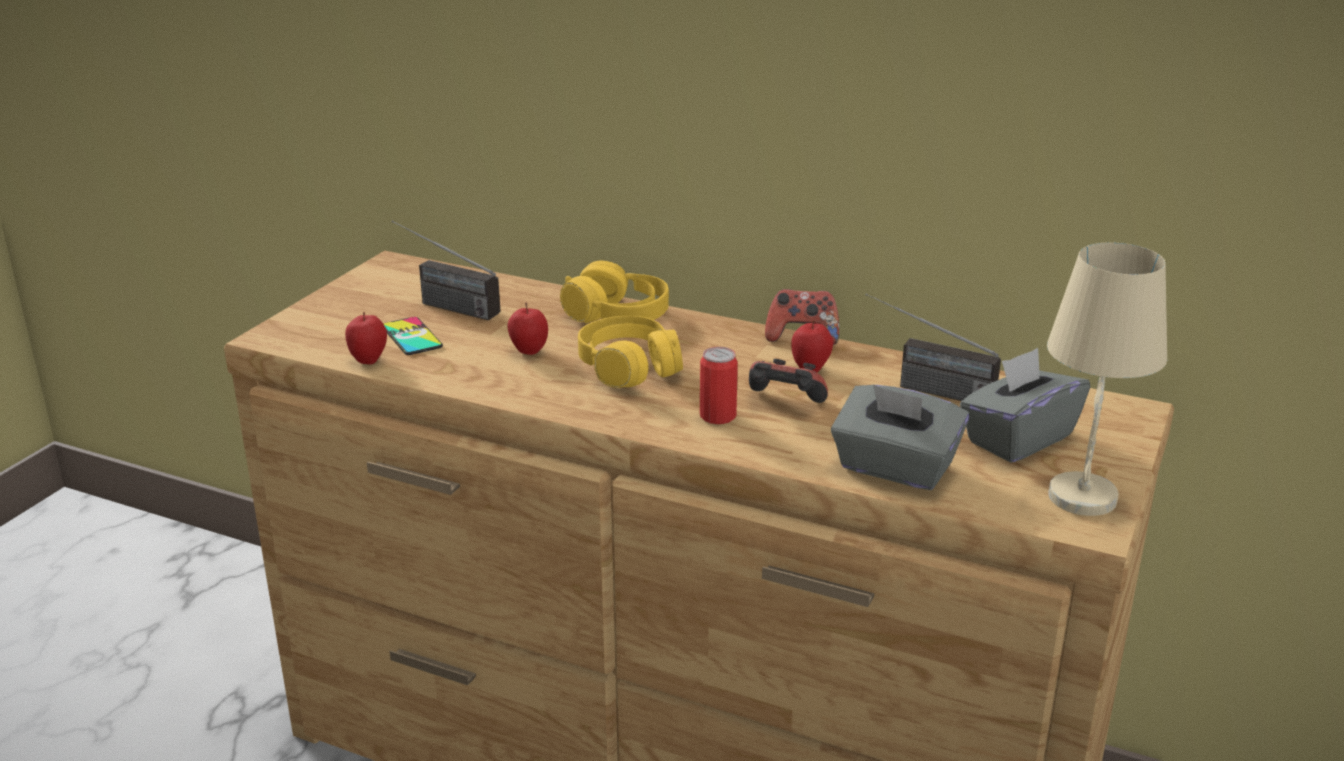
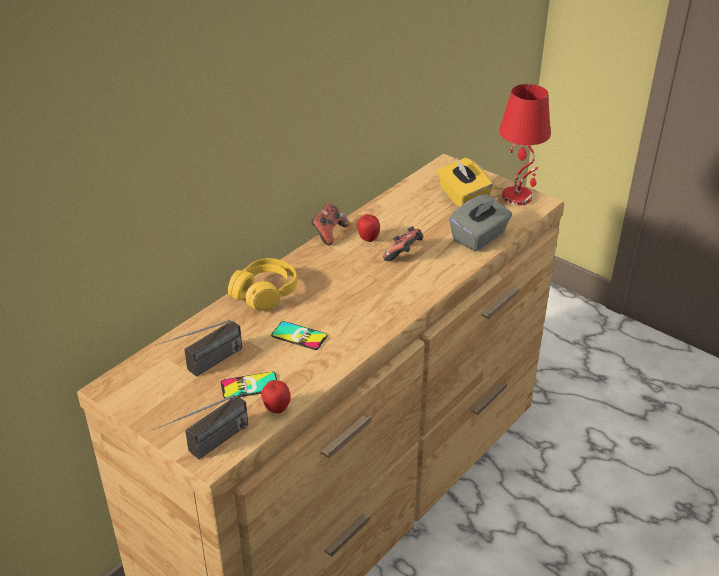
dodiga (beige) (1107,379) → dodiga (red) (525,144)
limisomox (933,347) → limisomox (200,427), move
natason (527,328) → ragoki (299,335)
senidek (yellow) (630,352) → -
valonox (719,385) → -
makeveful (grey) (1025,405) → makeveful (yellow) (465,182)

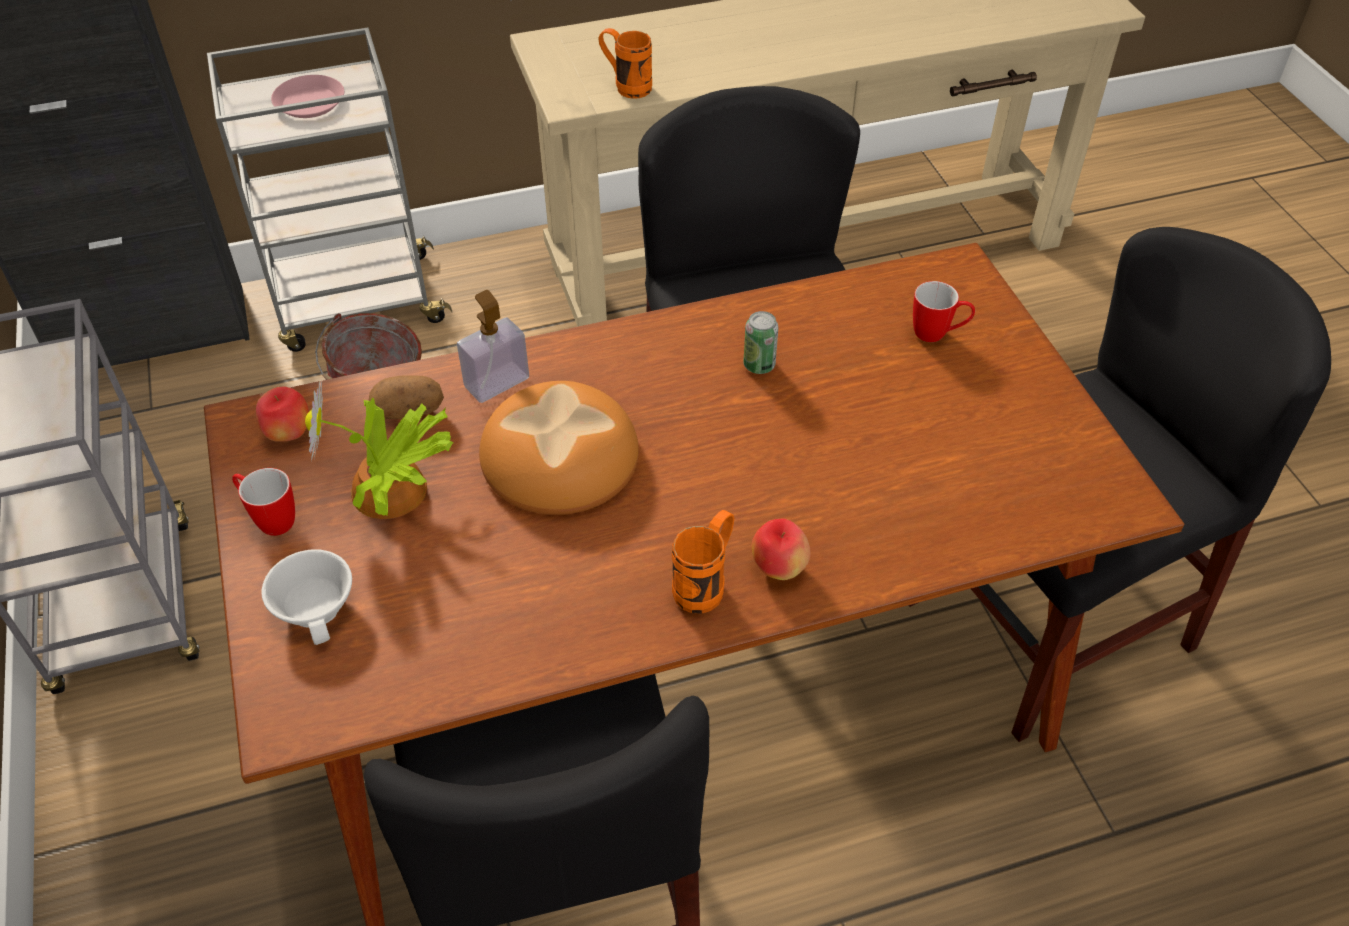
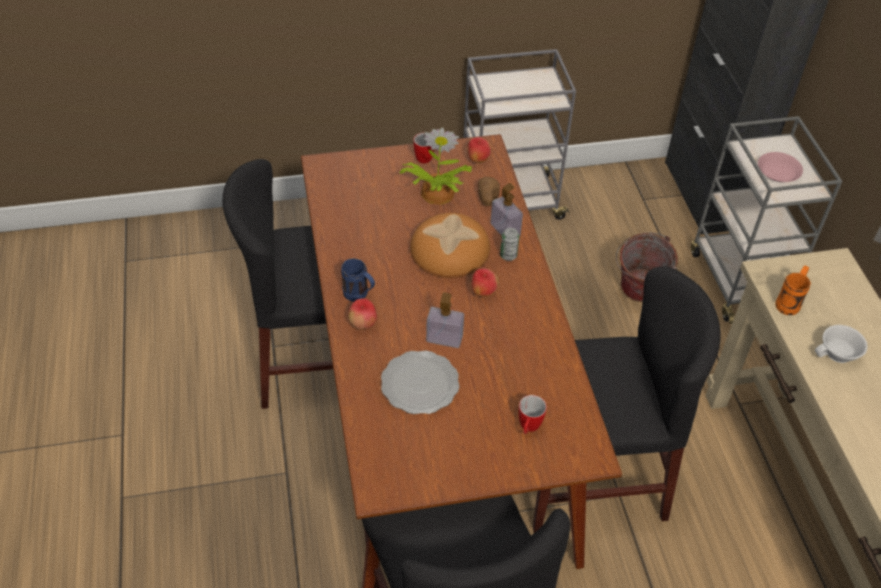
valonox (760,342) → valonox (509,244), move
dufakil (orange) (703,562) → dufakil (blue) (358,280)
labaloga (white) (306,597) → labaloga (white) (841,344), move
- → natason (485,283)
- → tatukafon (445,320)
- → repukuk (420,382)

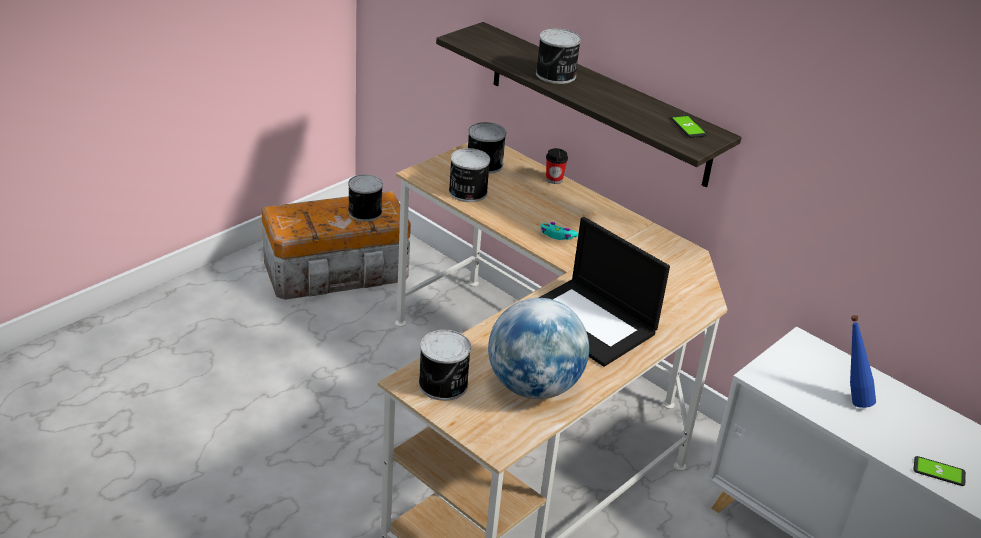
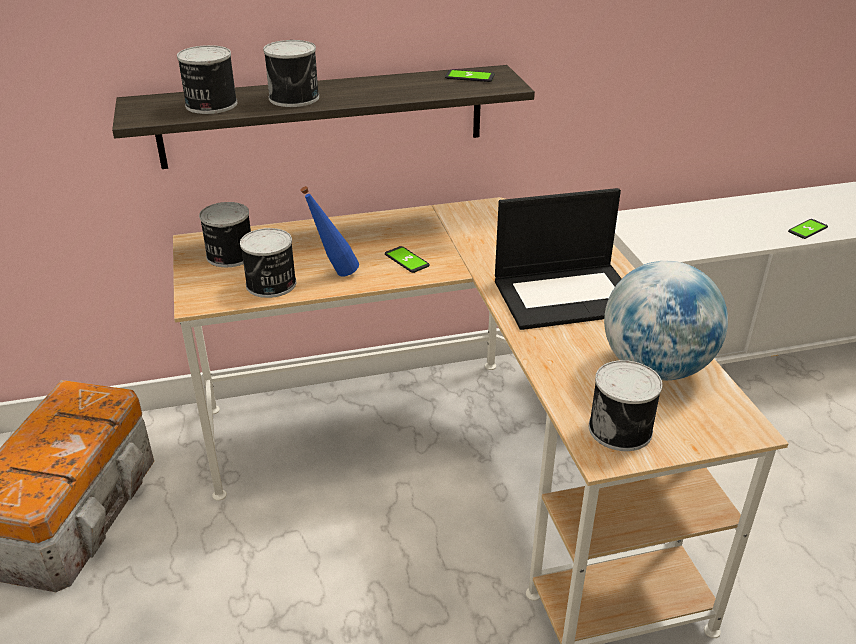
labaloga (557,166) → -
valonox (365,198) → valonox (207,79), move
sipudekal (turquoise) (559,231) → ragoki (407,259)
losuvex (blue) (863,361) → losuvex (blue) (329,231), move

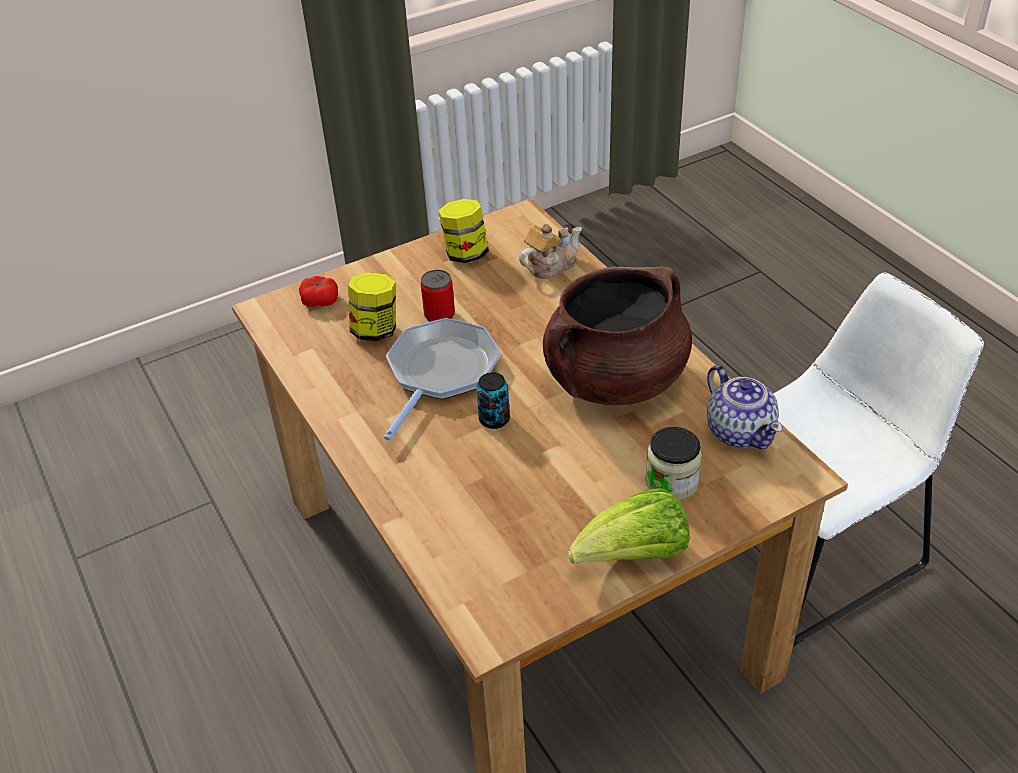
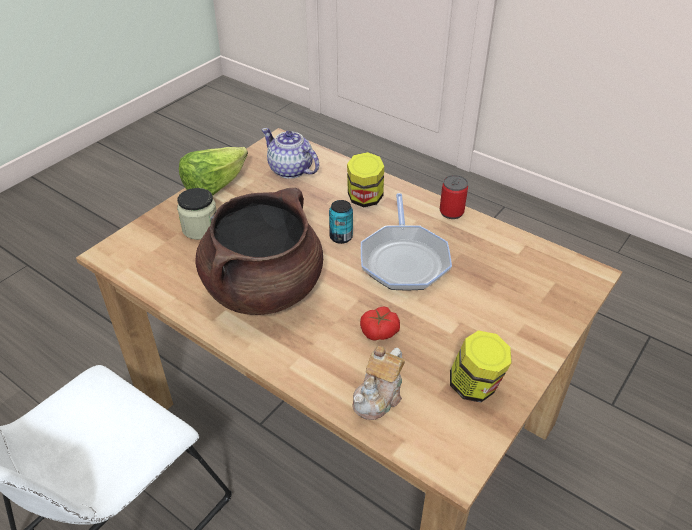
valonox (438,296) → valonox (454,197), move
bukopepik (372,306) → bukopepik (365,179), move
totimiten (318,291) → totimiten (380,324), move
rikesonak (745,407) → rikesonak (290,153), move

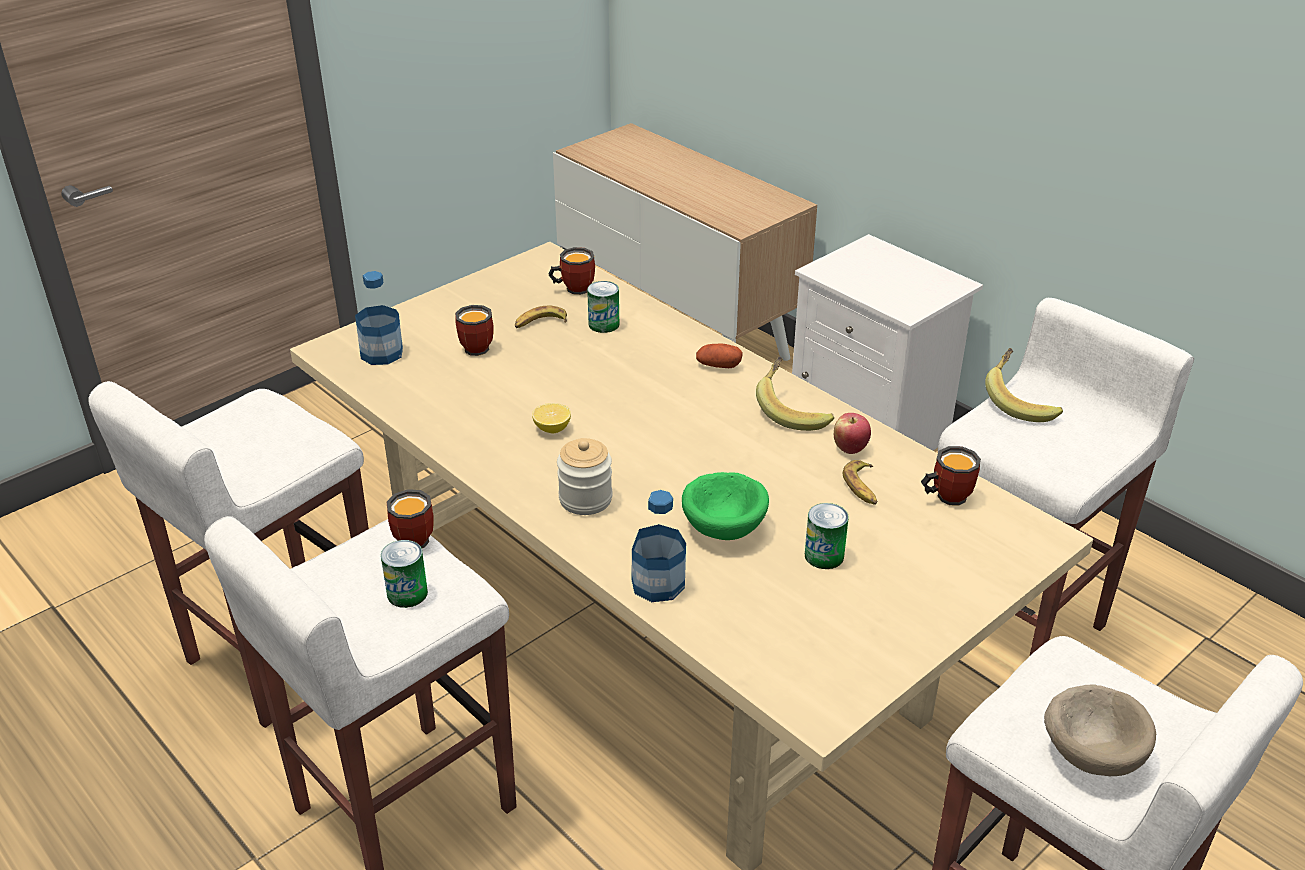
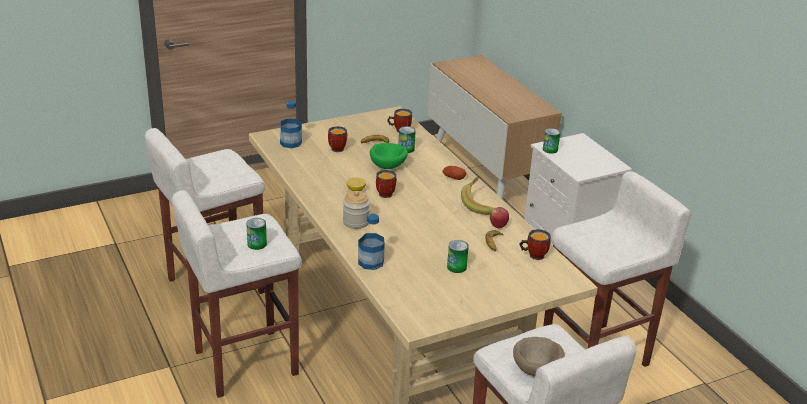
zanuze (1024,385) → -
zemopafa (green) (725,506) → zemopafa (green) (389,156), move
dufakil (410,518) → dufakil (386,184), move
- → valonox (551,141)

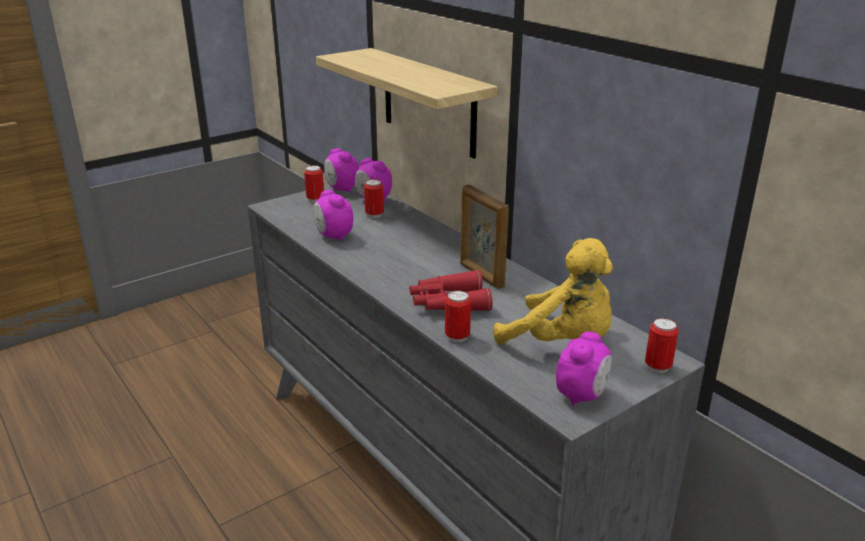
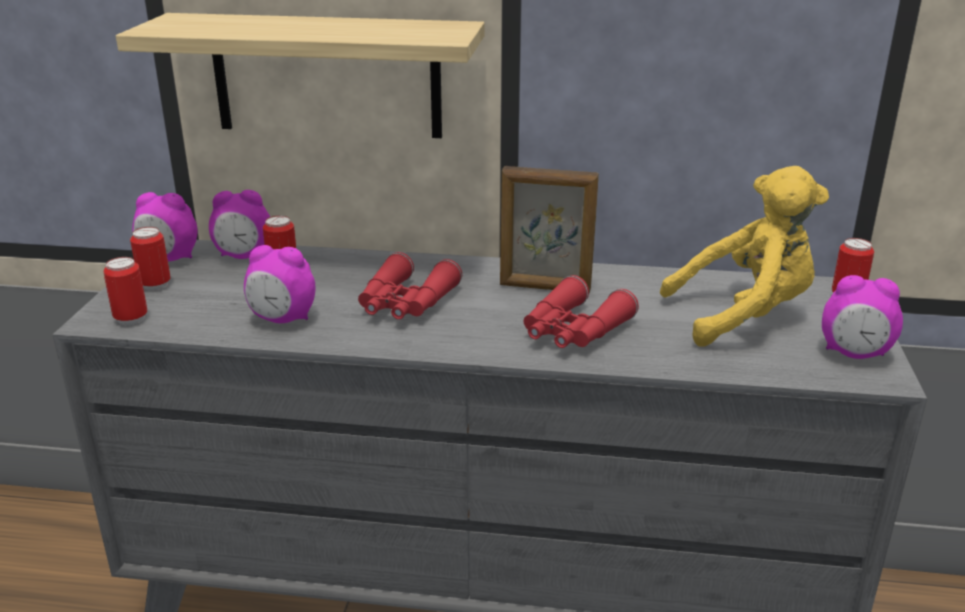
valonox (458,316) → valonox (125,291), move
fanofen (584,368) → fanofen (862,317), 120 degrees clockwise
- → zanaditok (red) (410,285)

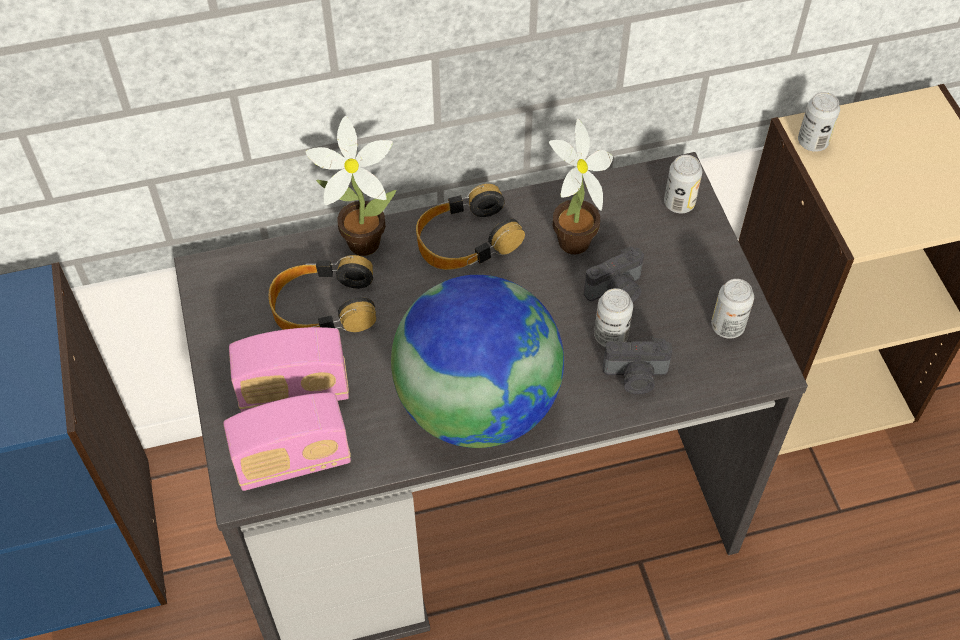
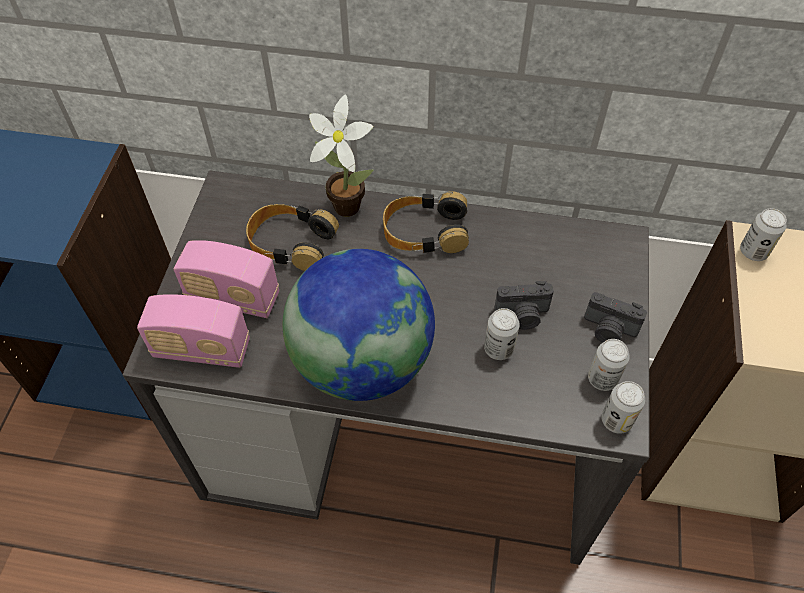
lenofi (581,186) → -
valonox (683,184) → valonox (623,407), move
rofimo (637,366) → rofimo (615,317), move

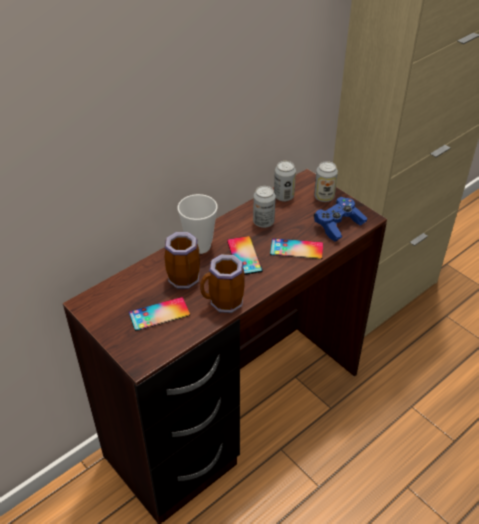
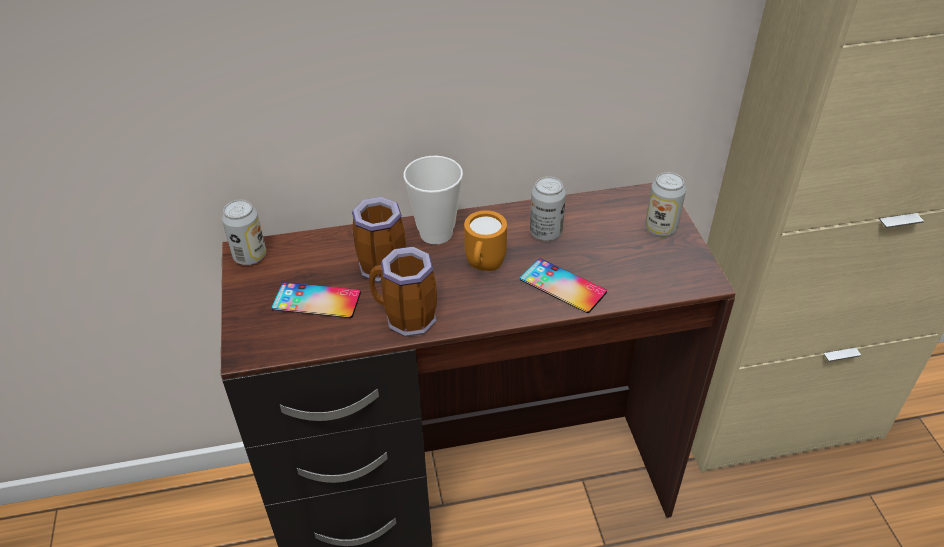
valonox (285,181) → valonox (244,232), move
sipudekal (blue) (340,219) → -
ragoki (245,255) → dufakil (orange) (485,240)

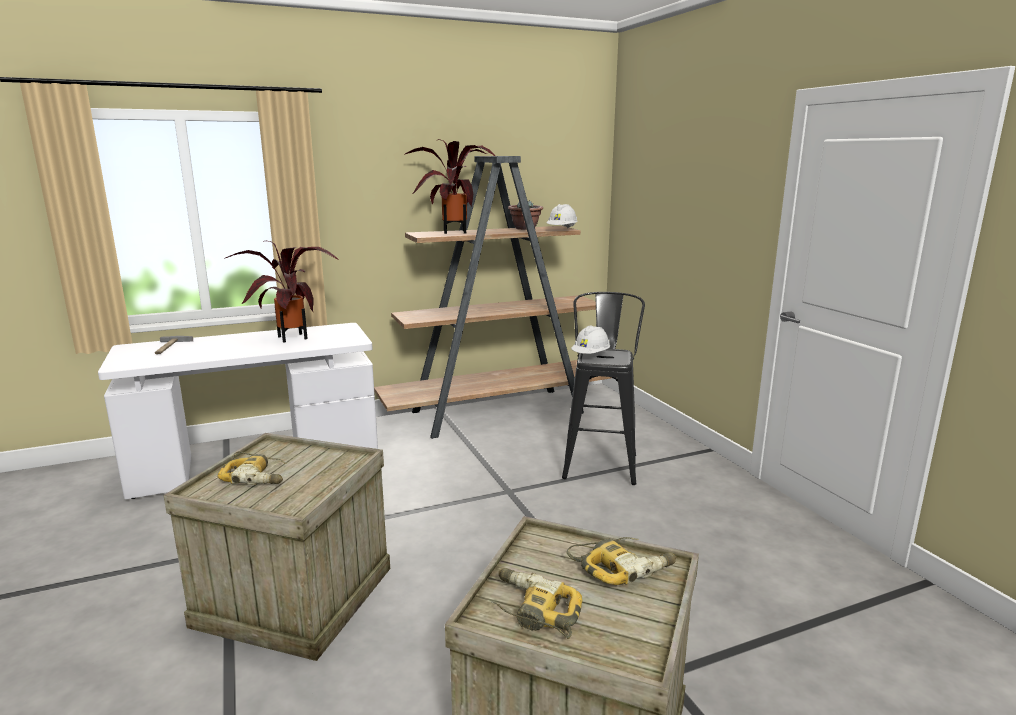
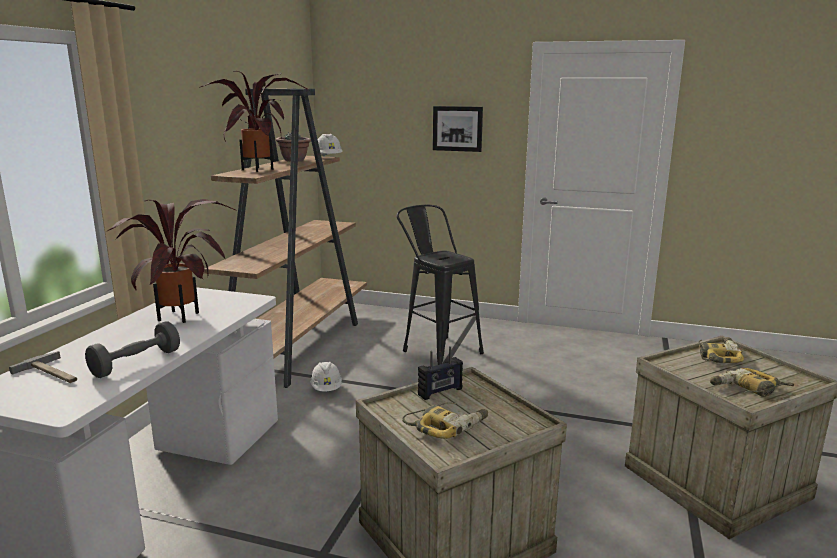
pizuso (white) (590,339) → pizuso (white) (326,376), move
- → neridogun (458,129)
- → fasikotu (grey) (132,349)
- → limisomox (440,373)

